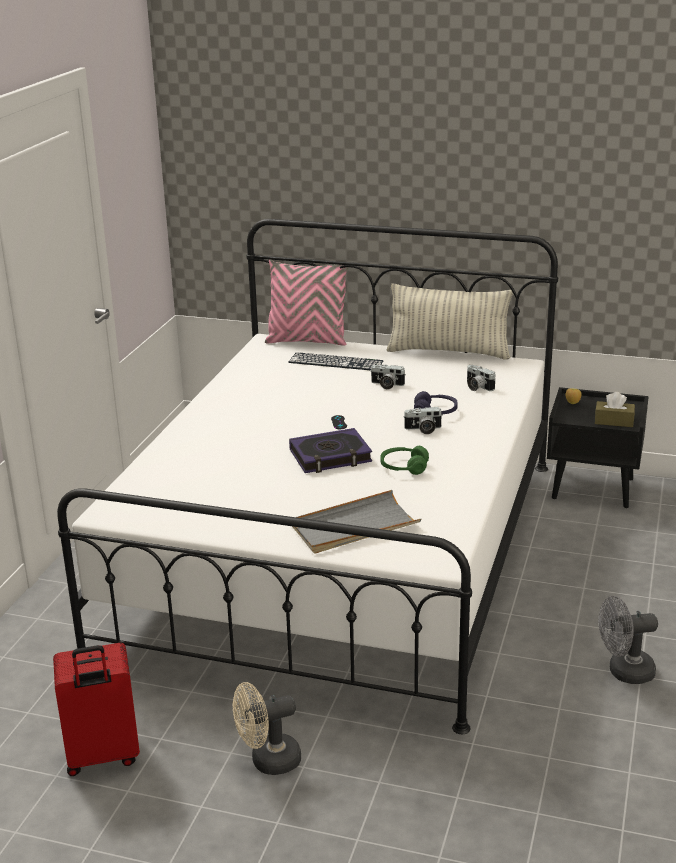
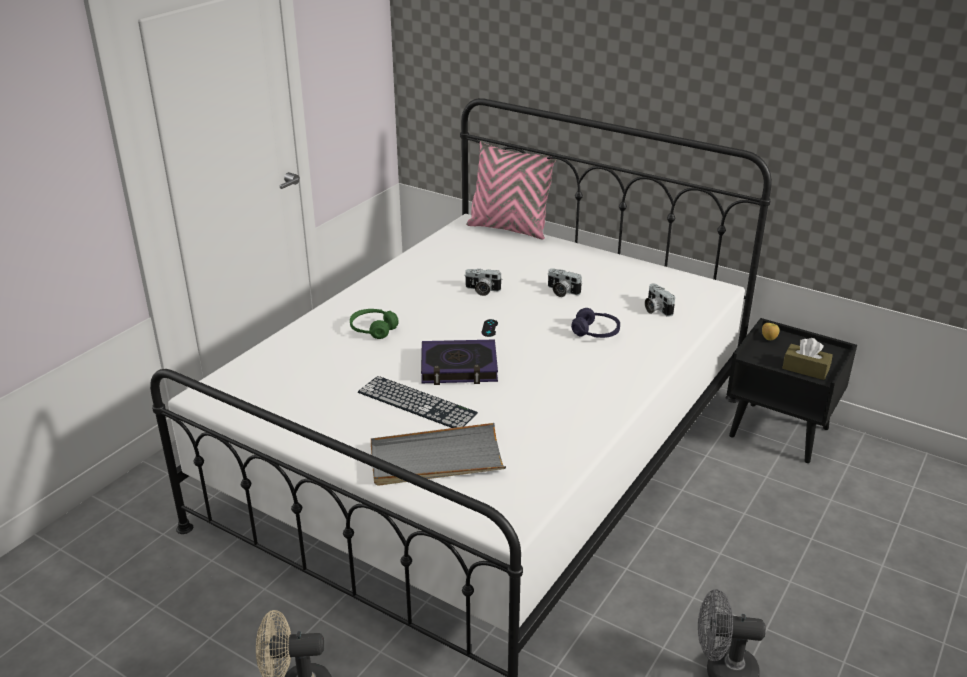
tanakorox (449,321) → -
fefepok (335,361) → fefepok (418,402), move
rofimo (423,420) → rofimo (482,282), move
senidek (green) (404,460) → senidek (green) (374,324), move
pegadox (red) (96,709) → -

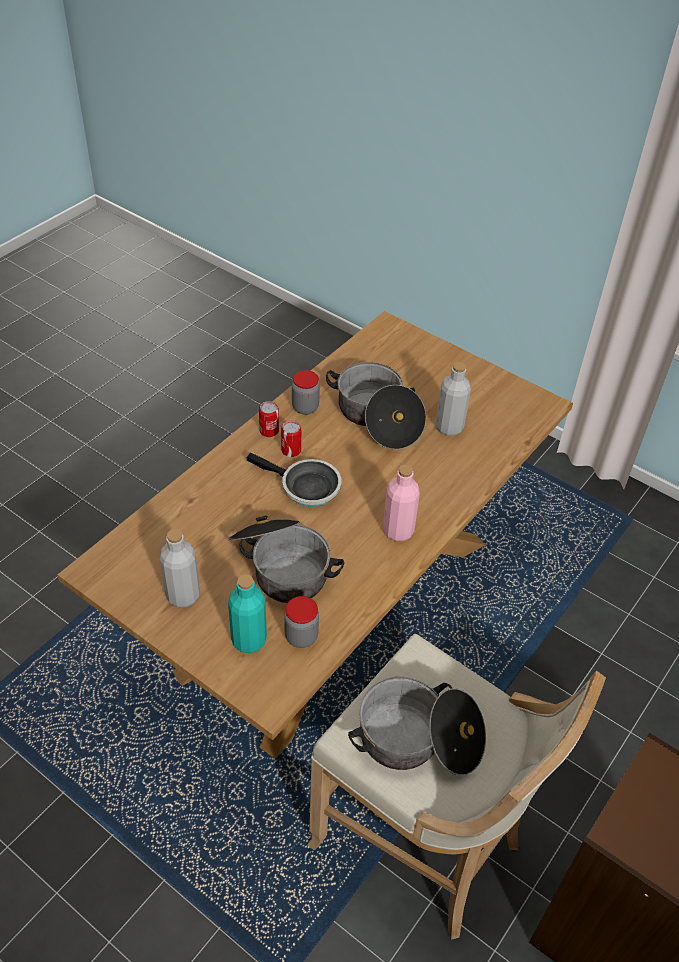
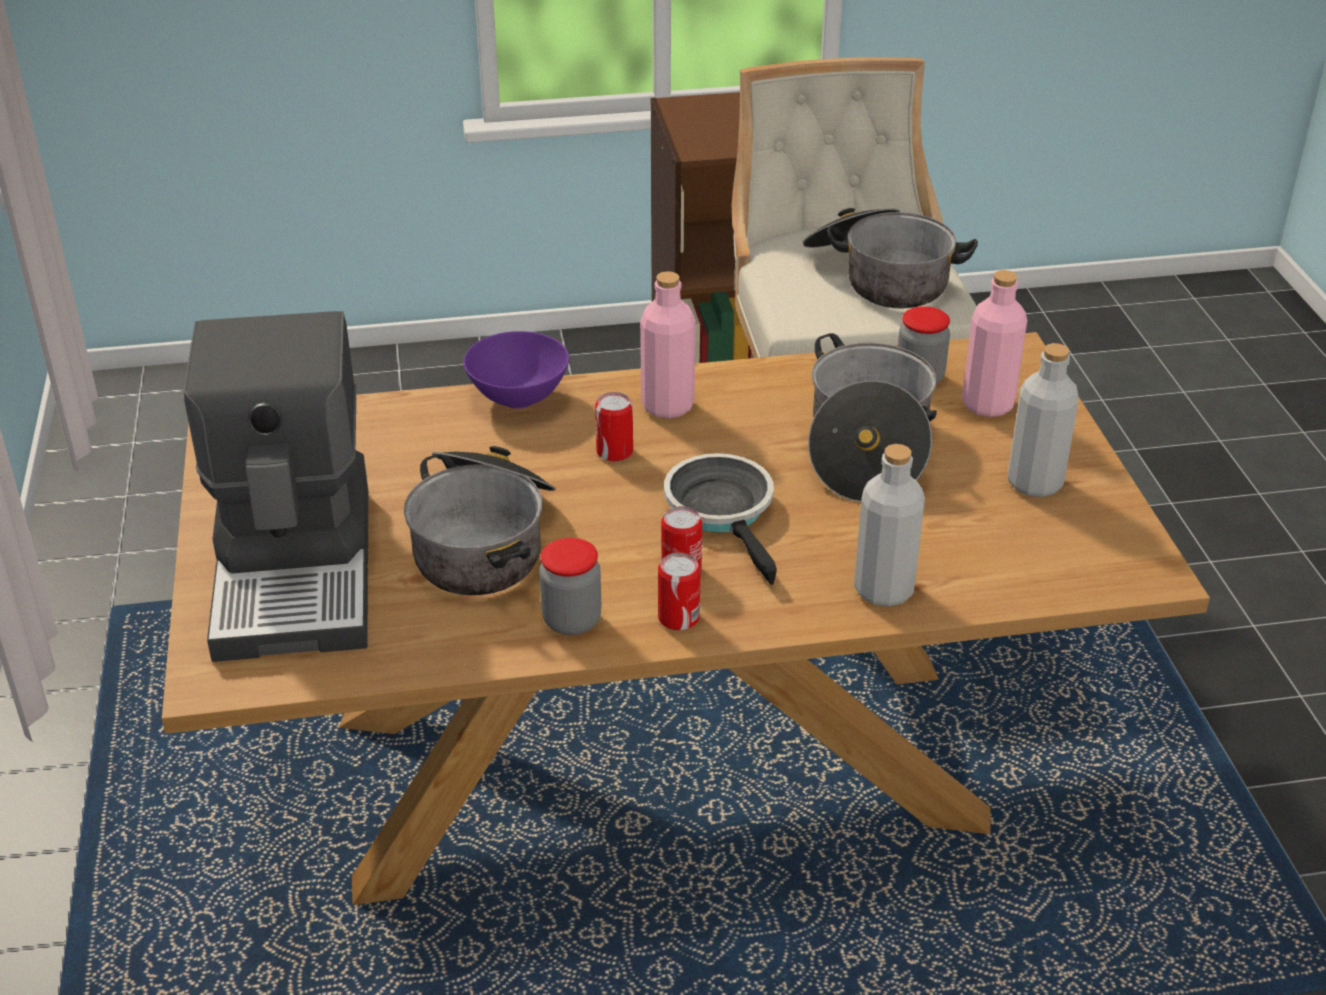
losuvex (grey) (453,399) → losuvex (grey) (889,525), move
losuvex (turquoise) (247,613) → losuvex (pink) (994,343)
- → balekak (275,486)
- → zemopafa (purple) (516,370)
- → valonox (614,427)

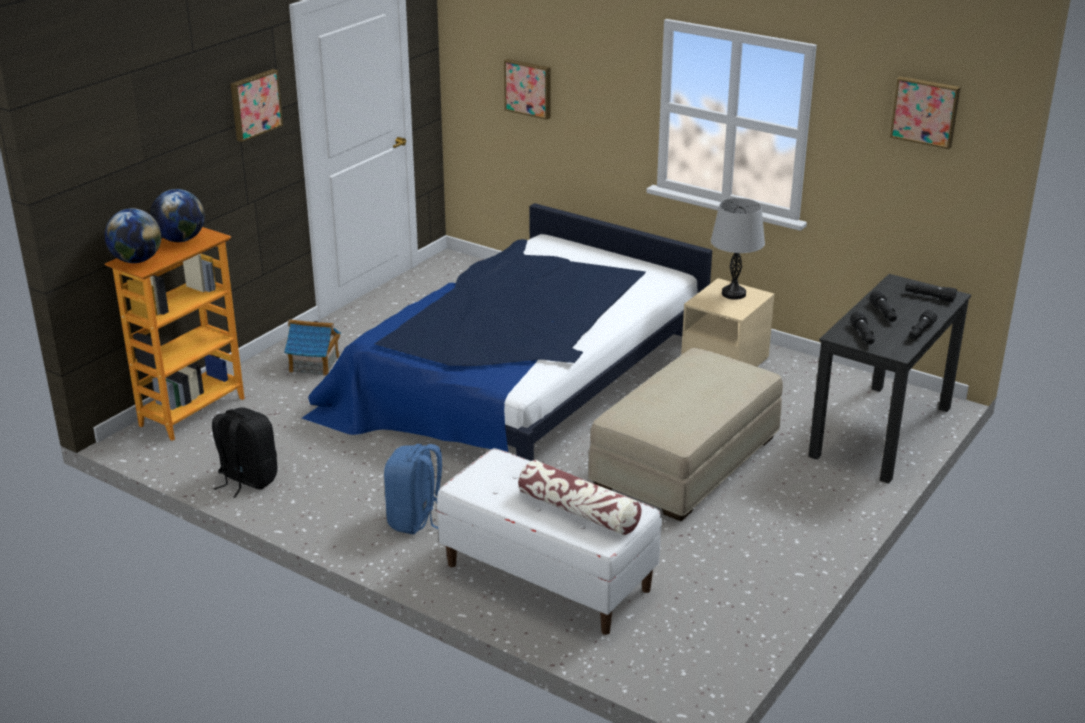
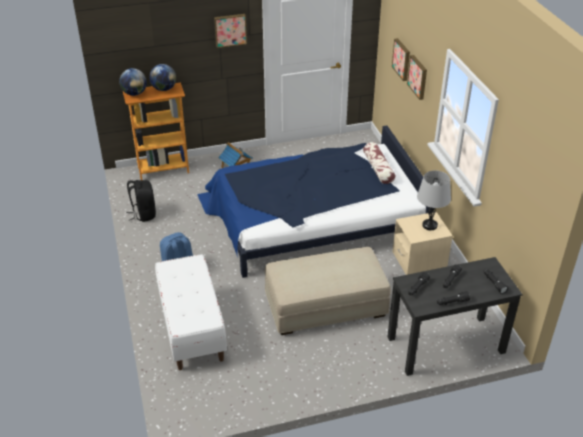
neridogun (925,112) → neridogun (417,77), move
tanakorox (580,497) → tanakorox (379,163), move

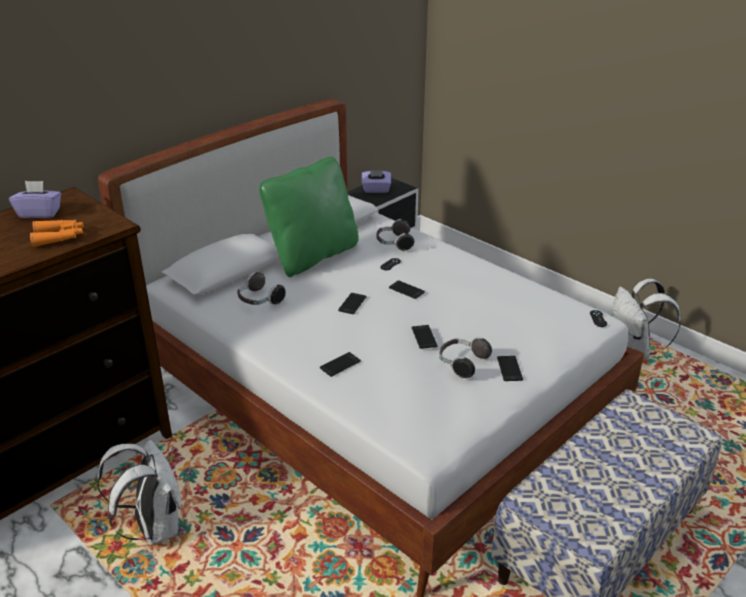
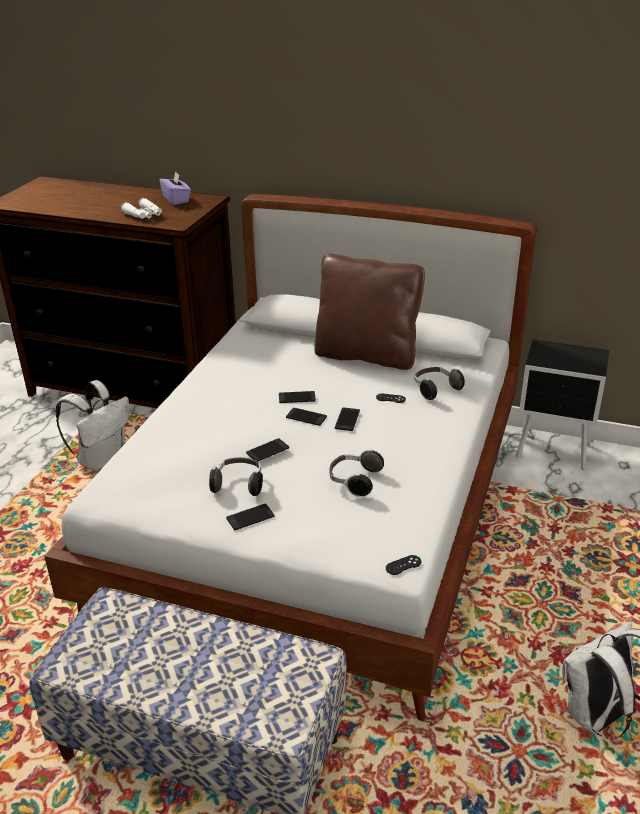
tanakorox (green) (309,217) → tanakorox (brown) (369,312)
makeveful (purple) (376,181) → -
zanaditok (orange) (57,233) → zanaditok (white) (141,208)
senidek (261,288) → senidek (357,473), move
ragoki (340,364) → ragoki (306,417), move

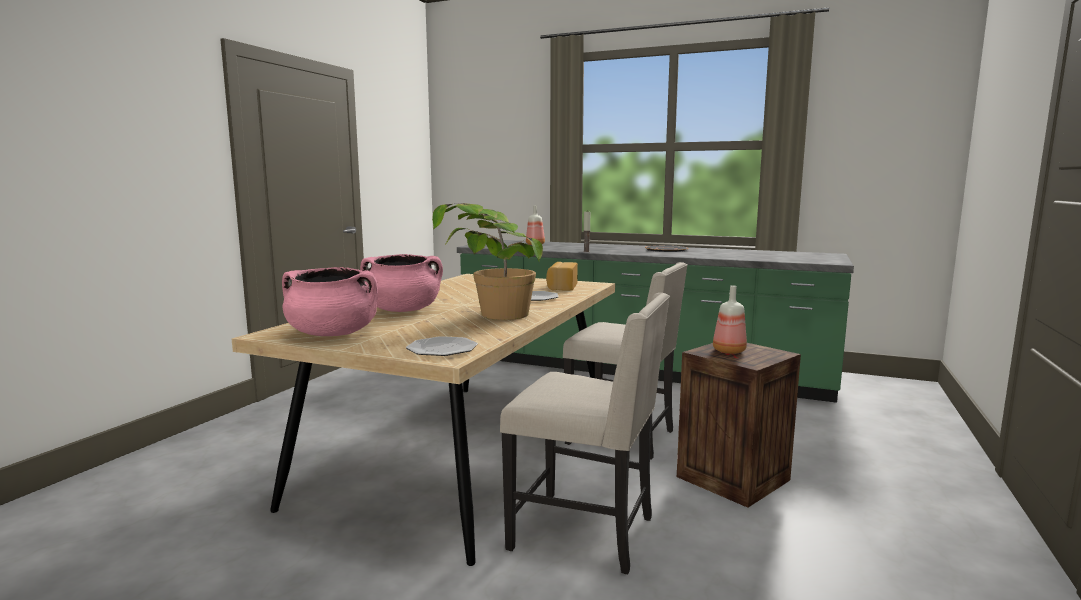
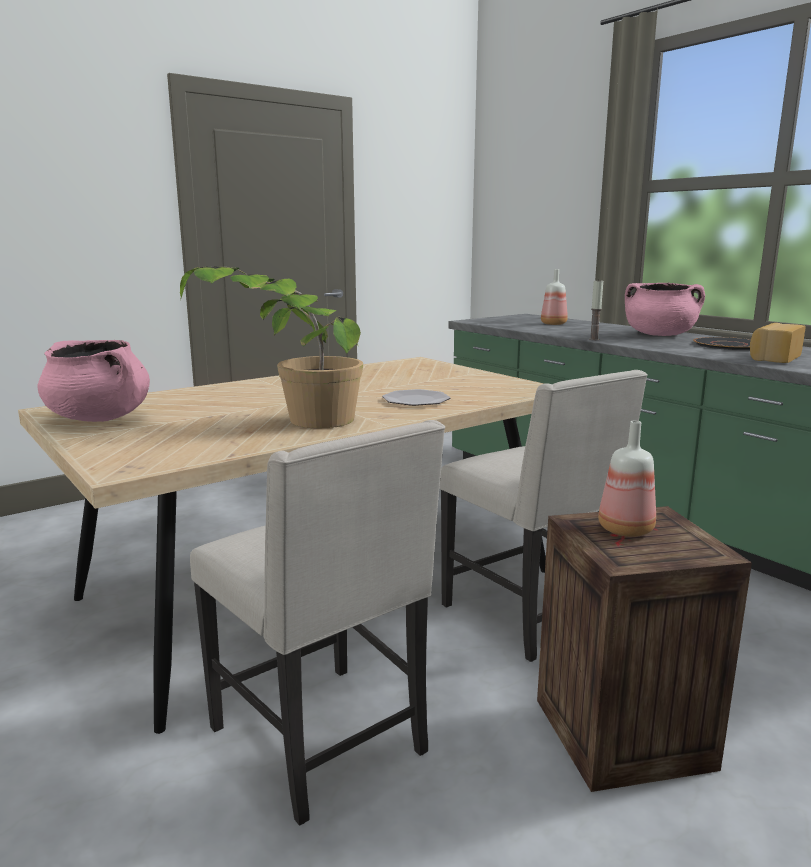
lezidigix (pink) (401,283) → lezidigix (pink) (665,309), move
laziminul (562,276) → laziminul (778,343), move
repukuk (442,346) → -

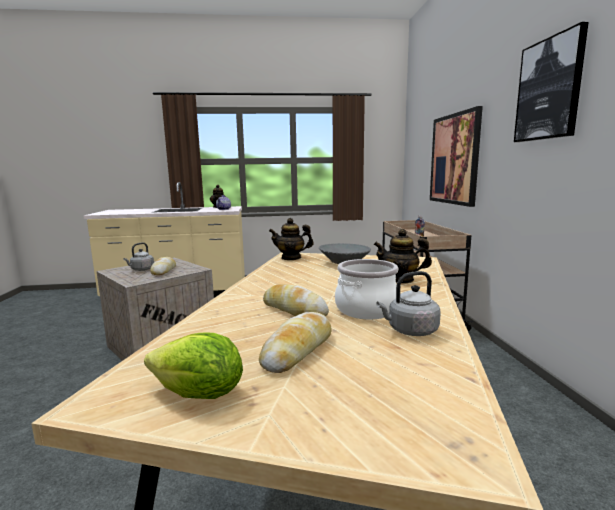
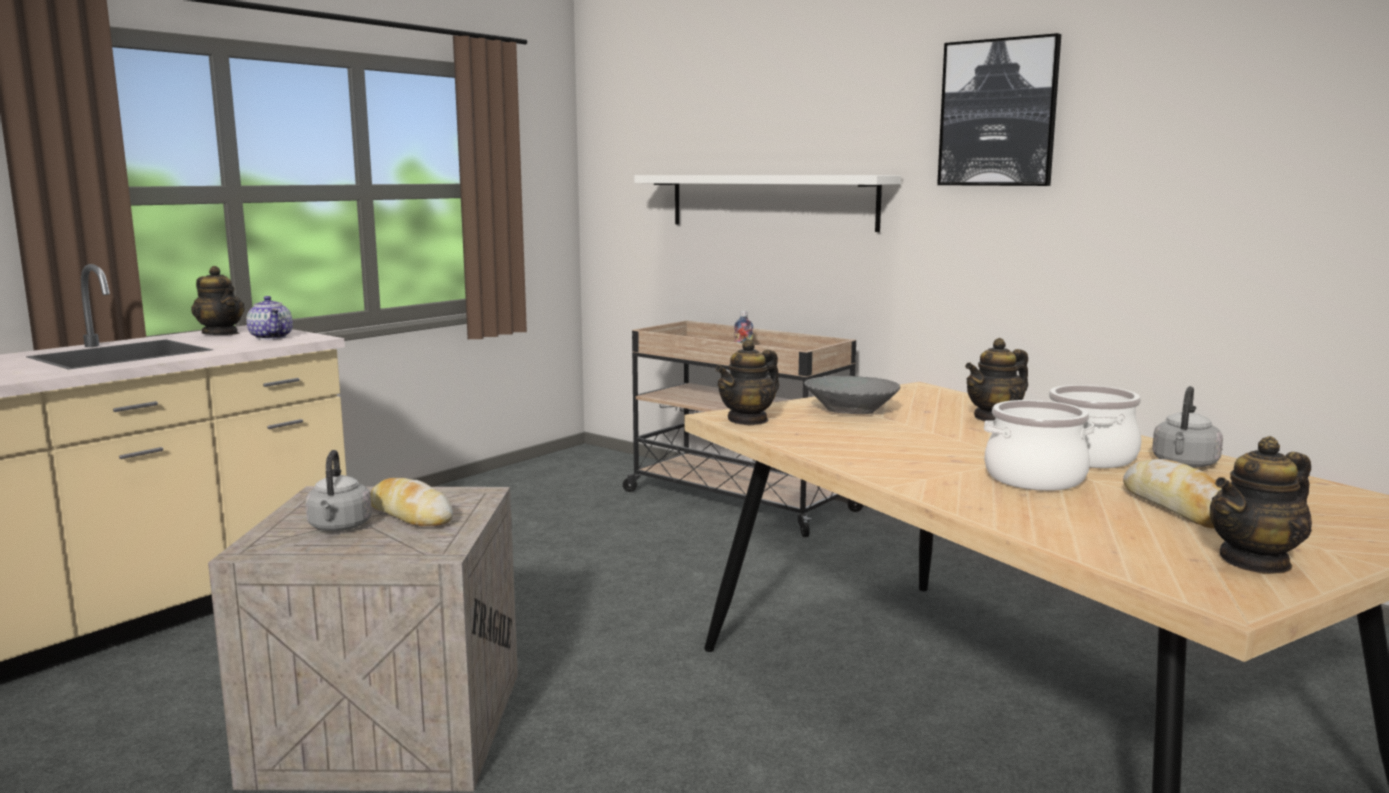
neridogun (456,156) → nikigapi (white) (767,203)
laziminul (296,300) → lezidigix (1039,445)
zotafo (193,365) → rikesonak (1261,505)

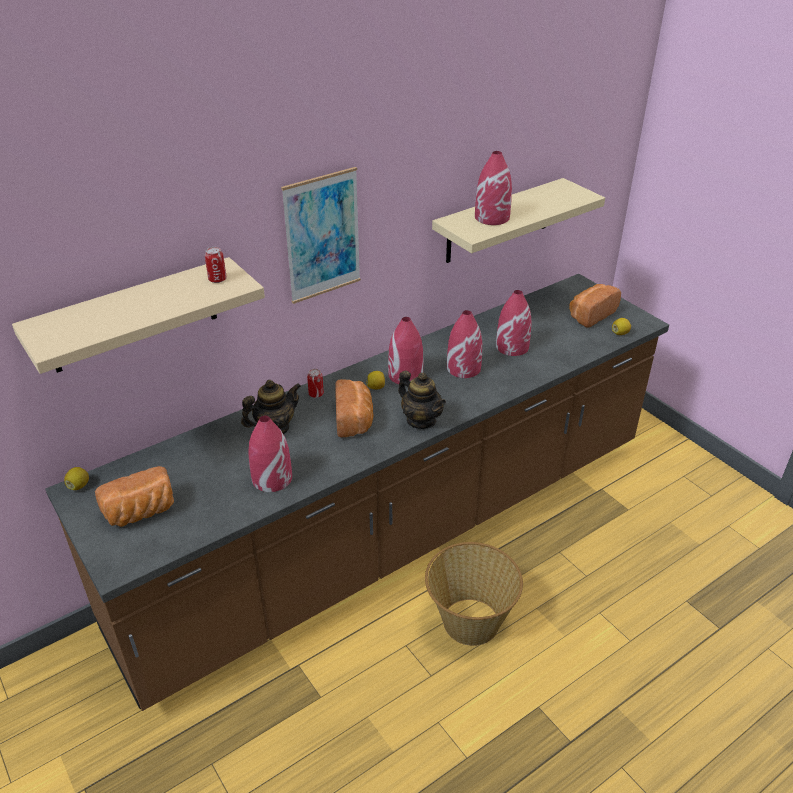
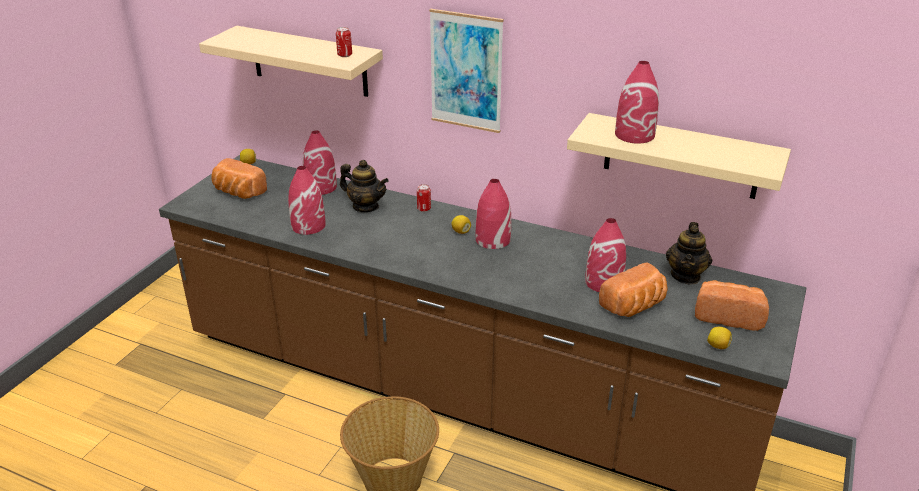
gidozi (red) (464,344) → gidozi (red) (320,162), move
rikesonak (422,400) → rikesonak (689,253), move
laziminul (354,408) → laziminul (633,289), move

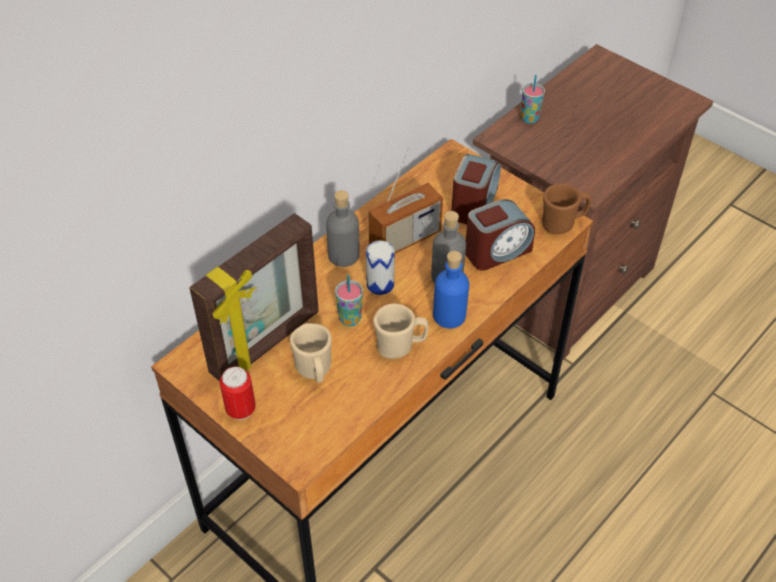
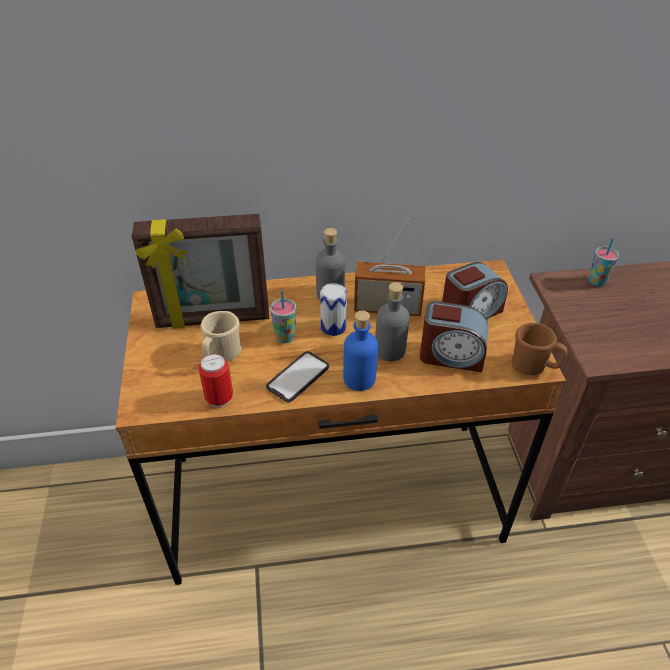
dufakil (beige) (401,331) → ragoki (298,376)
valonox (238,393) → valonox (215,380), move

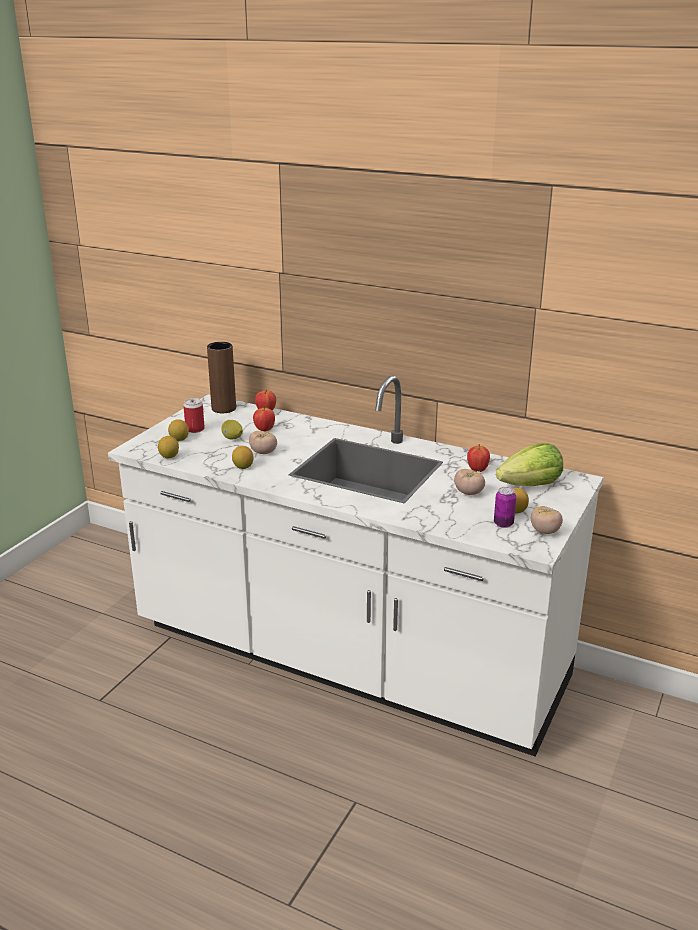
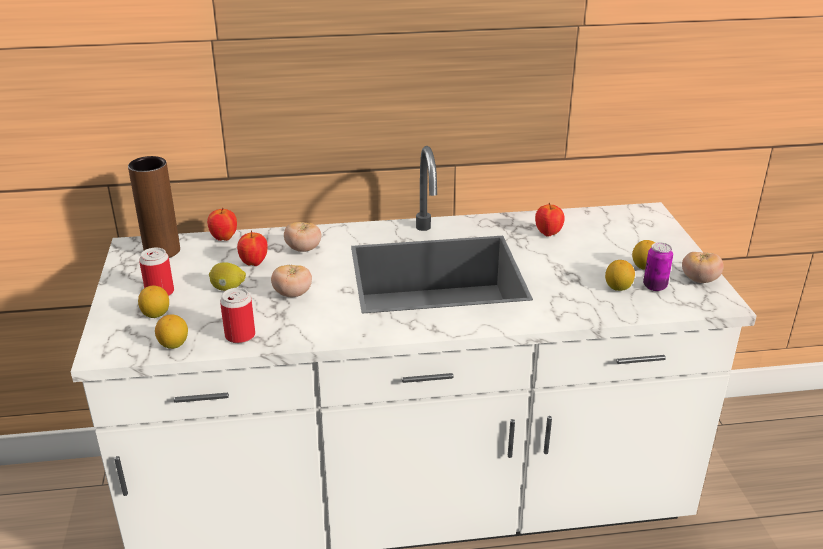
zotafo (529,464) → -
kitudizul (243,457) → kitudizul (620,275), move
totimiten (469,482) → totimiten (302,236), move
- → valonox (237,315)

